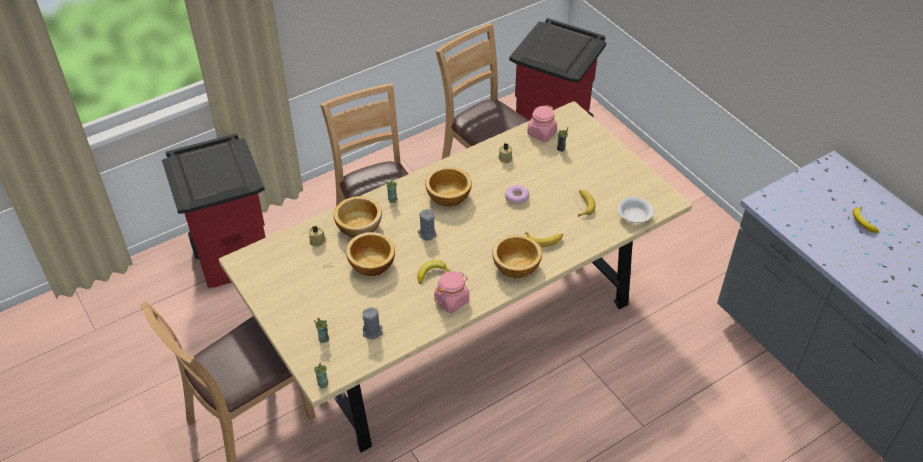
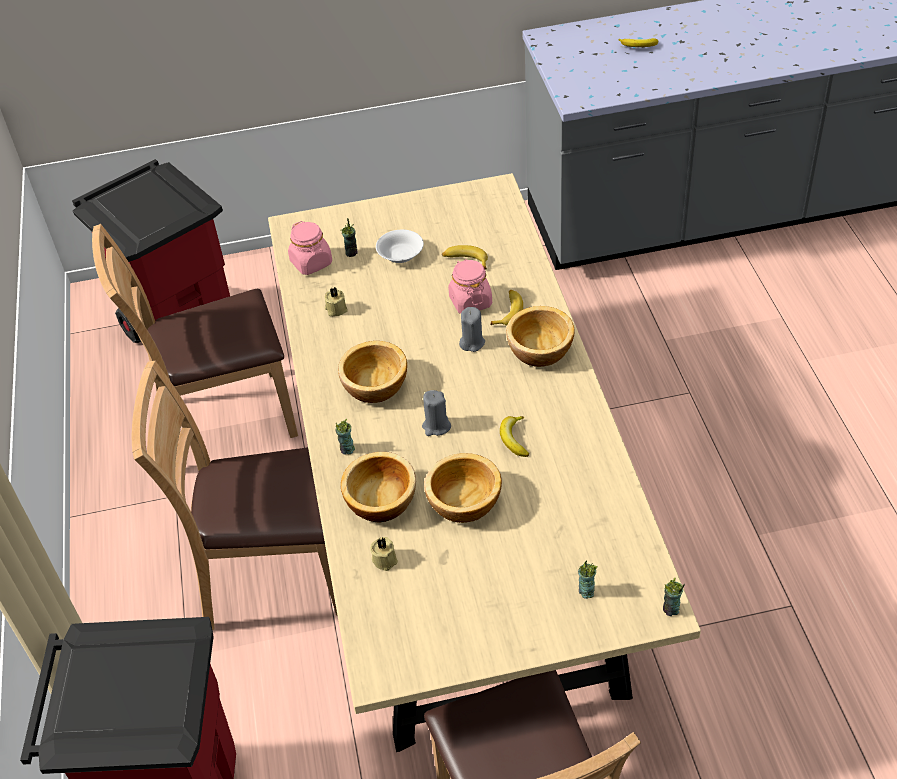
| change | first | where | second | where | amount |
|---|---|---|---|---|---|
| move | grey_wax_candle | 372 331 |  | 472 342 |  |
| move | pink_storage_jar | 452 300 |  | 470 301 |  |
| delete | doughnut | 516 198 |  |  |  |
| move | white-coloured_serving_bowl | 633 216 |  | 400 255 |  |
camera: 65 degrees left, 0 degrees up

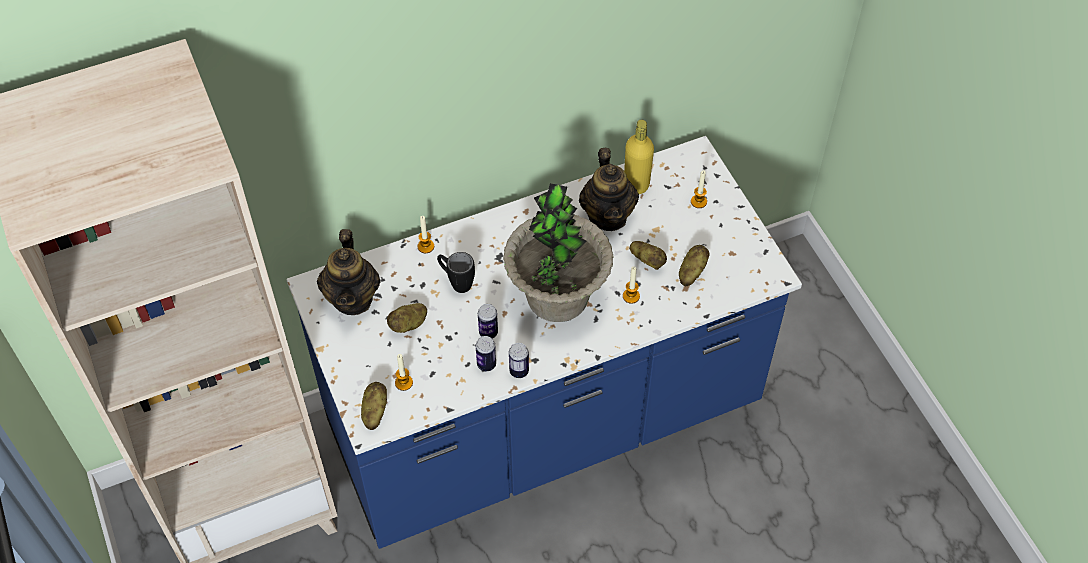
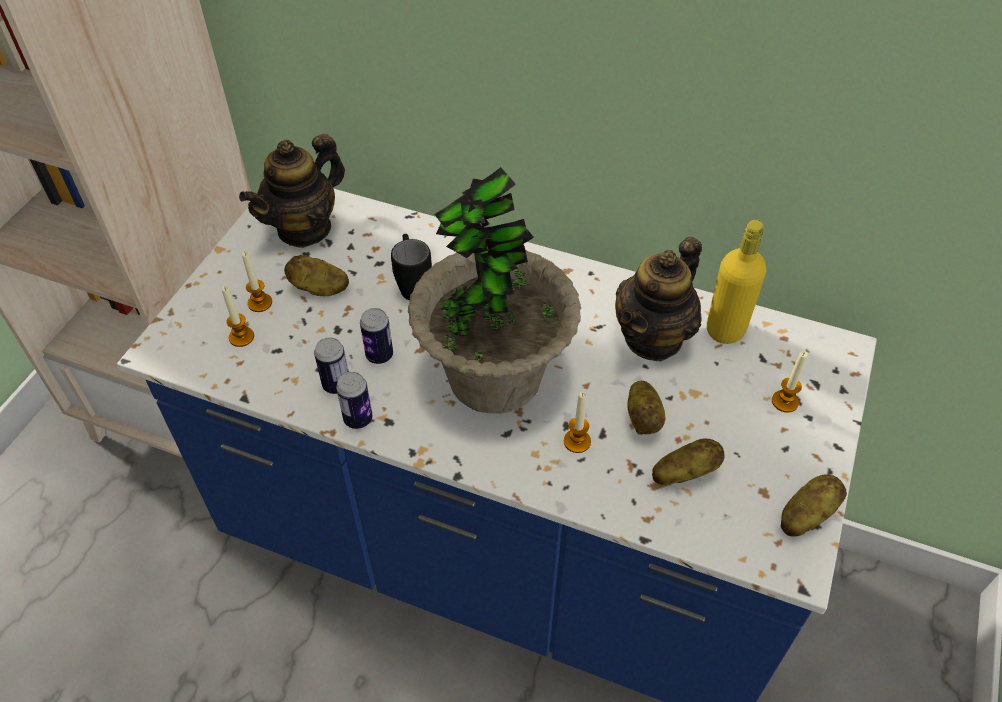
| change | first | where | second | where | amount |
|---|---|---|---|---|---|
| move | whole_potato | 374 411 |  | 805 515 |  |
| move | wax_candle | 426 246 |  | 260 303 |  |
camera: 45 degrees right, 5 degrees down

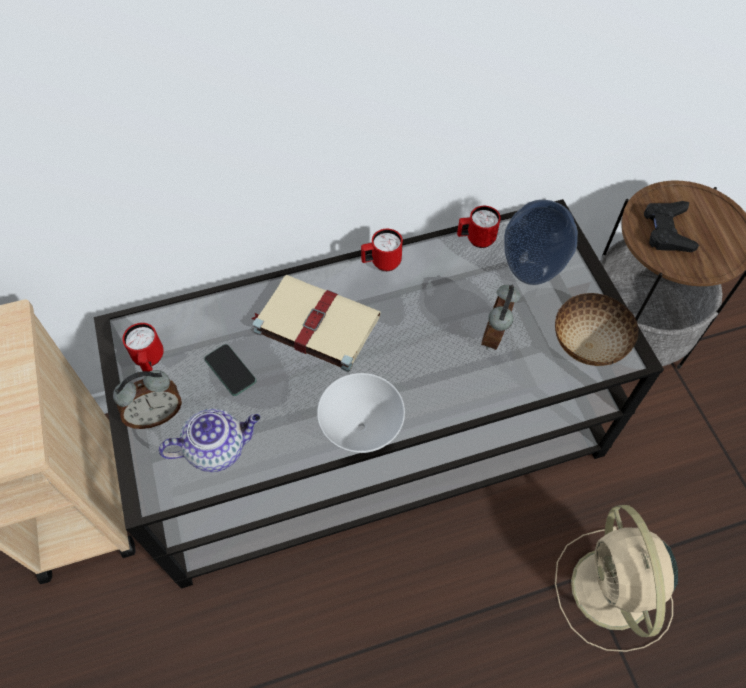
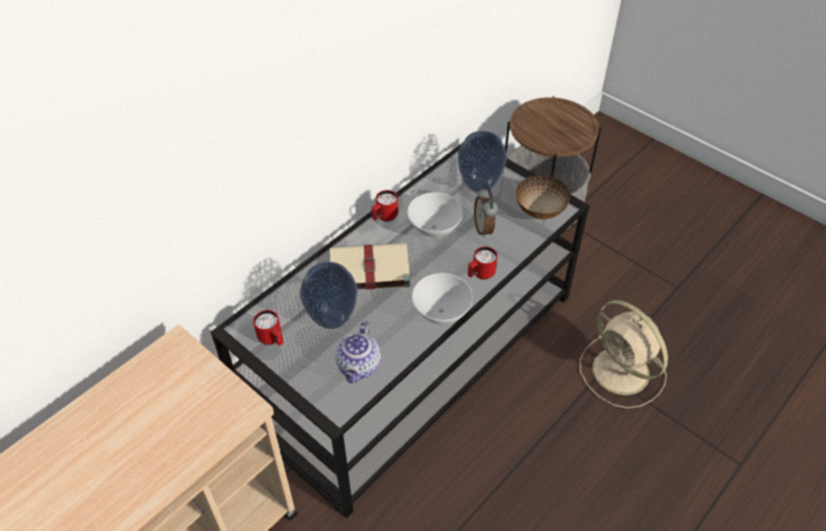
| change | first | where | second | where | amount |
|---|---|---|---|---|---|
| delete | table_clock | 156 415 |  |  |  |
| rotate | teapot | 218 448 |  | 359 367 | 150 degrees clockwise |
| replace | phone | 230 370 | flower_vase | 332 320 |  |
| move | red-coloured_tea_mug | 475 239 |  | 480 274 |  |
| delete | black_game_controller | 667 230 |  |  |  |
| insert |  |  | white-coloured_serving_bowl | 434 230 |  |
camera: 30 degrees left, 10 degrees down

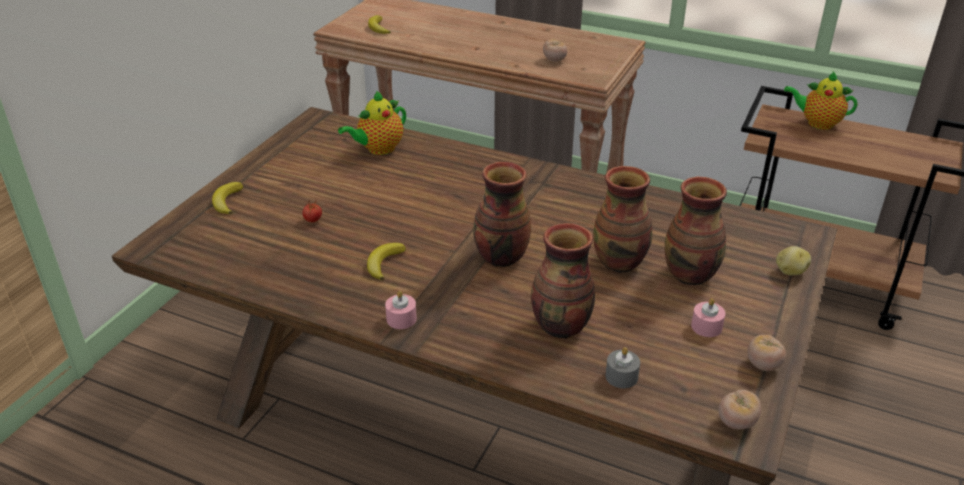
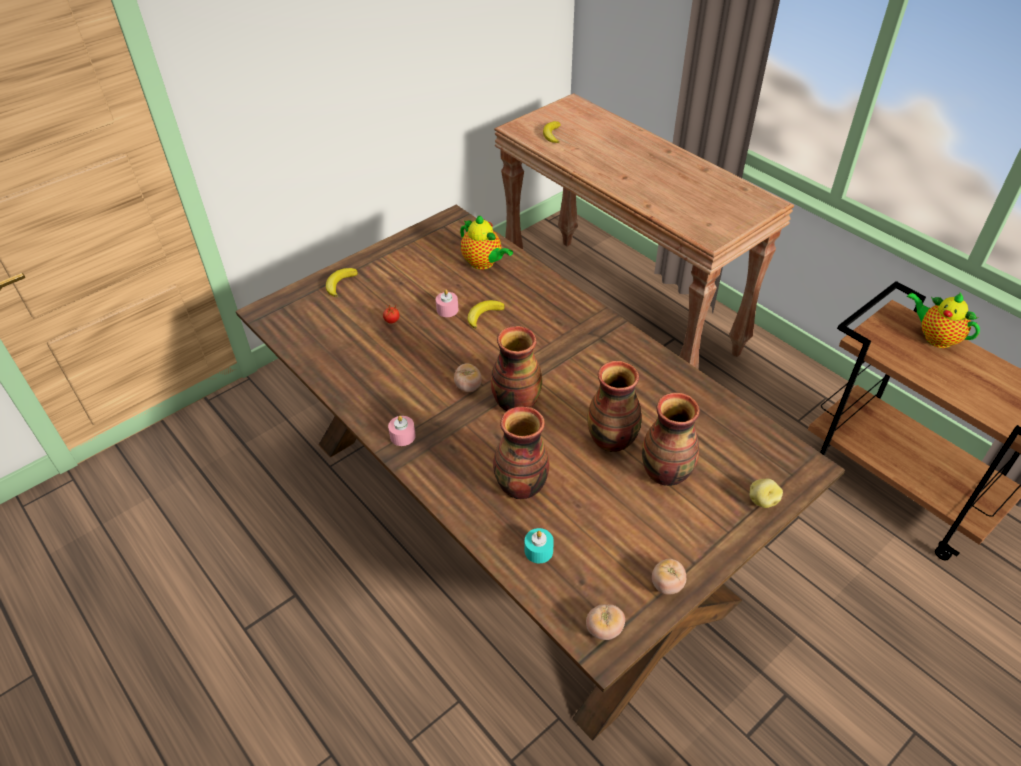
| change | first | where | second | where | amount |
|---|---|---|---|---|---|
| rotate | teapot | 378 149 |  | 484 263 | 120 degrees counterclockwise |
| move | banana | 384 263 |  | 483 315 |  |
| move | tomato | 554 60 |  | 468 387 |  |
| recolor | grey_wax_candle | 621 376 | turquoise_wax_candle | 538 551 |  |
| move | pink_wax_candle | 706 327 |  | 447 310 |  |
camera: 25 degrees right, 10 degrees up

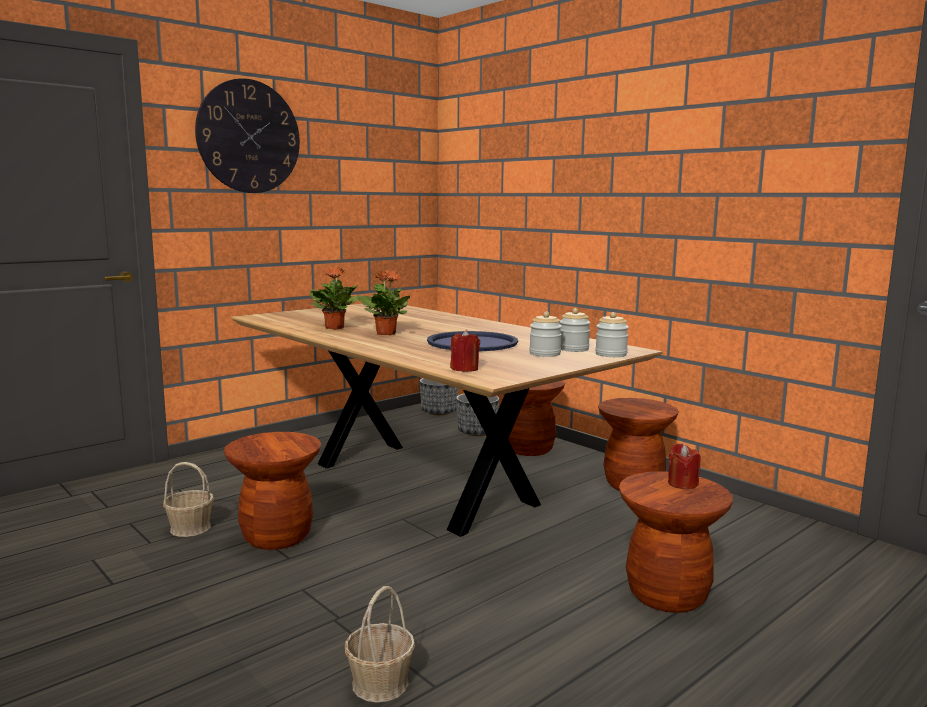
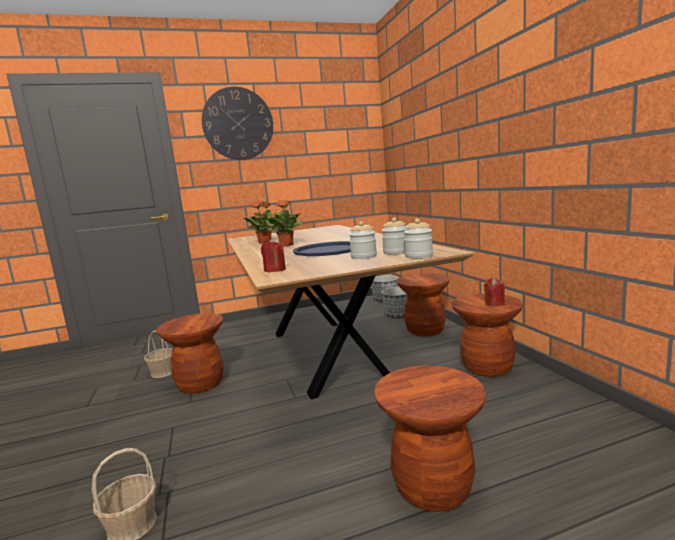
| change | first | where | second | where | amount |
|---|---|---|---|---|---|
| move | red-coloured_wax_candle | 682 484 |  | 494 304 |  |
camera: 25 degrees right, 0 degrees up

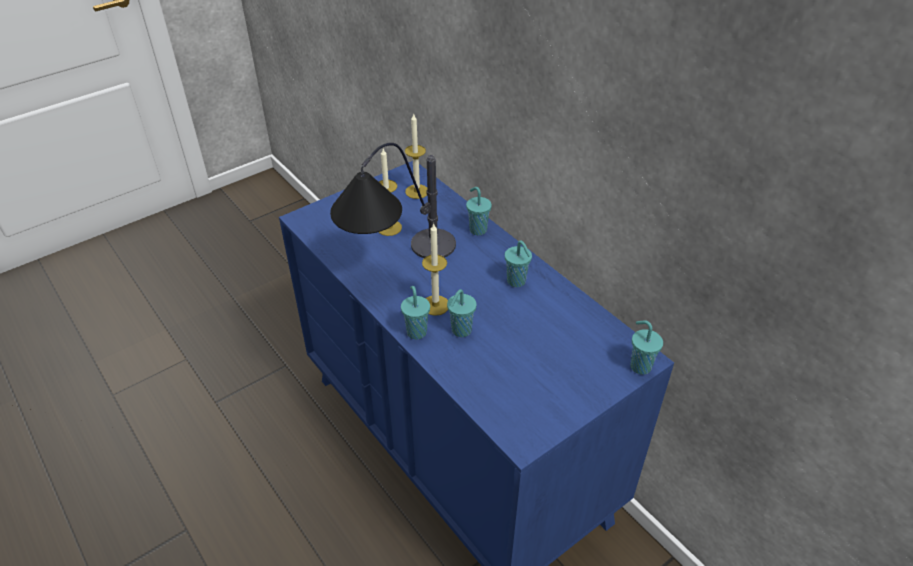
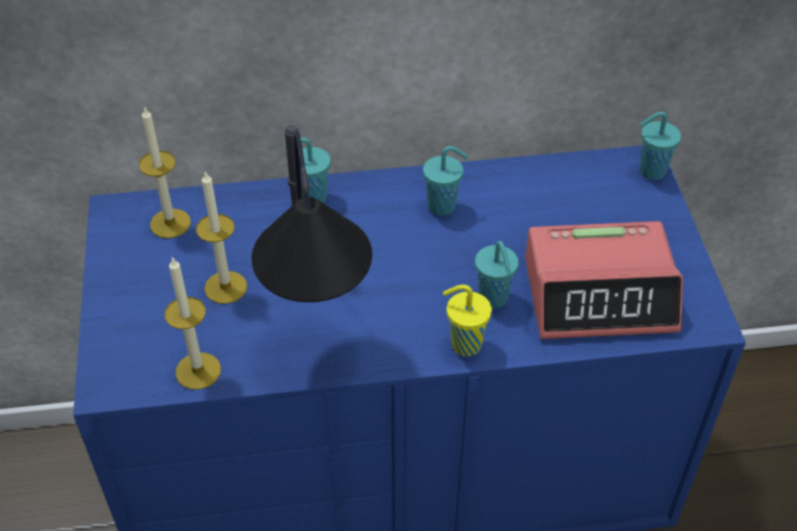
| change | first | where | second | where | amount |
|---|---|---|---|---|---|
| recolor | turquoise_drinking_cup | 416 331 | yellow-coloured_drinking_cup | 464 344 |  |
| move | wax_candle | 435 305 |  | 198 371 |  |
| insert |  |  | table_clock | 600 294 |  |
camera: 60 degrees left, 5 degrees up

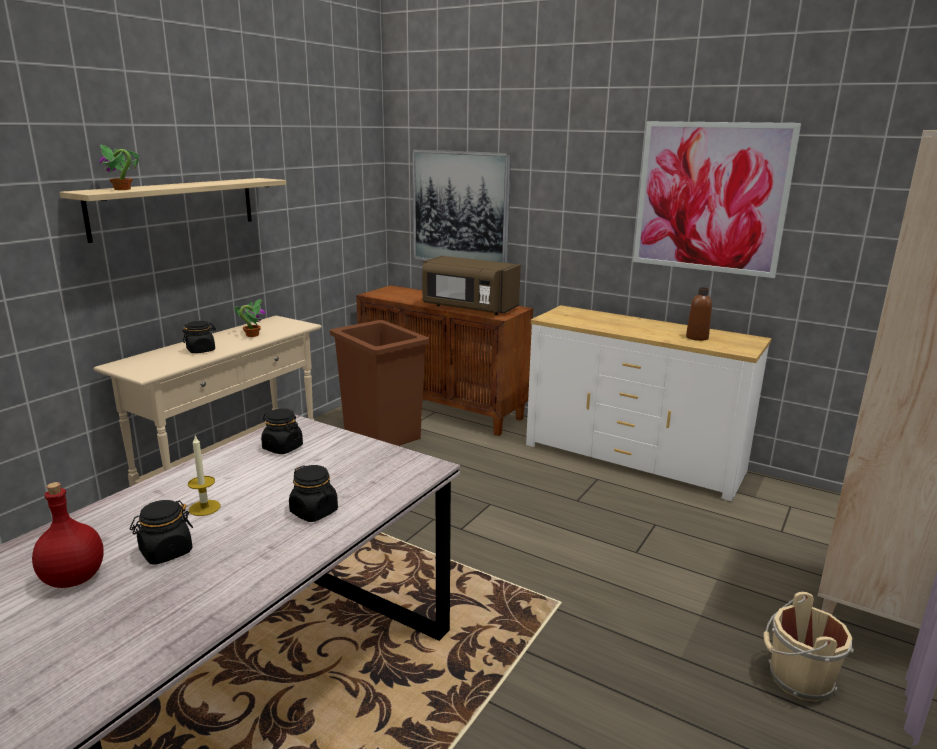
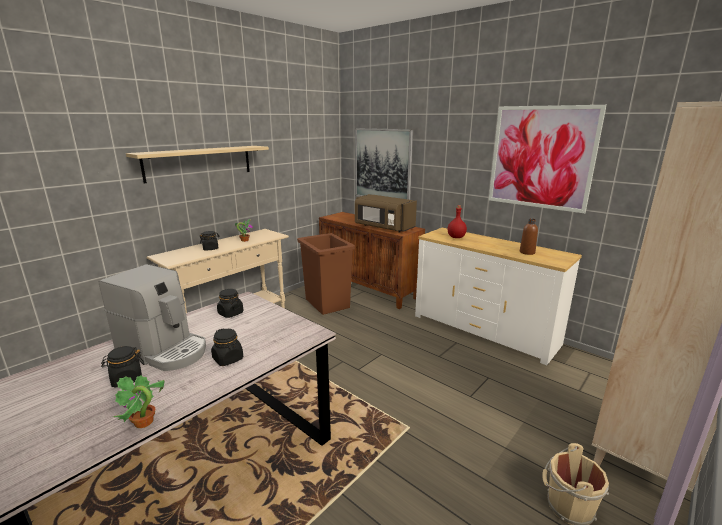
| change | first | where | second | where | amount |
|---|---|---|---|---|---|
| move | red-coloured_drink_bottle | 73 579 |  | 456 237 |  |
| move | potted_plant | 122 189 |  | 143 422 |  |
| replace | wax_candle | 204 508 | coffee_machine | 164 350 |  |
camera: 10 degrees right, 0 degrees up

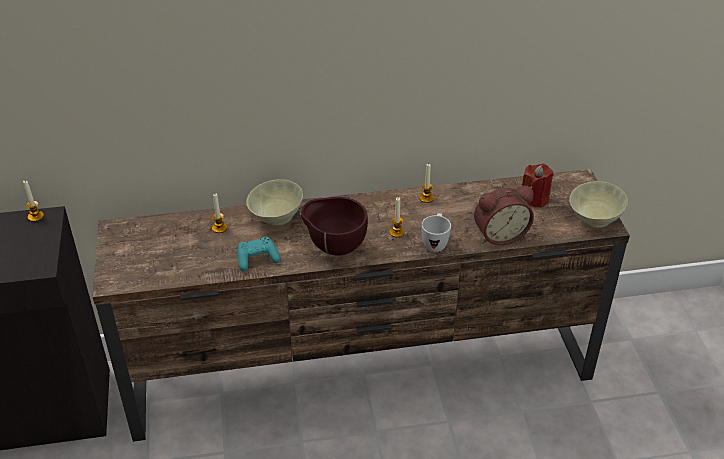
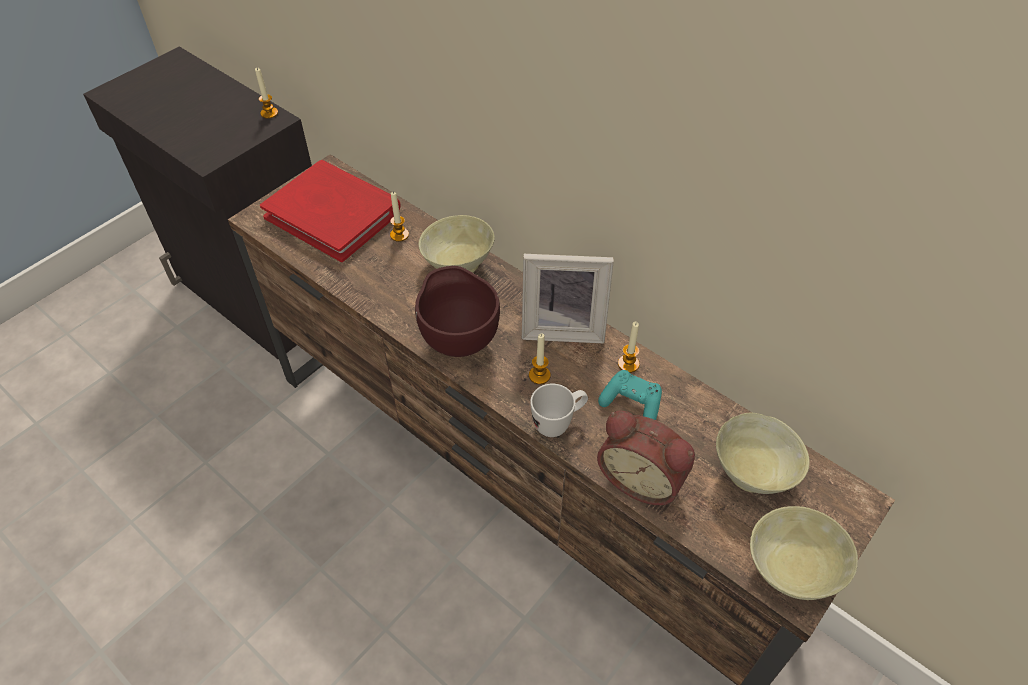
| change | first | where | second | where | amount |
|---|---|---|---|---|---|
| move | turquoise_game_controller | 257 259 |  | 631 403 |  |
| replace | red-coloured_wax_candle | 534 199 | beige_serving_bowl | 753 473 |  |
| insert |  |  | red-coloured_book | 333 214 |  |
| insert |  |  | photo_frame | 563 327 |  |
camera: 50 degrees right, 10 degrees up

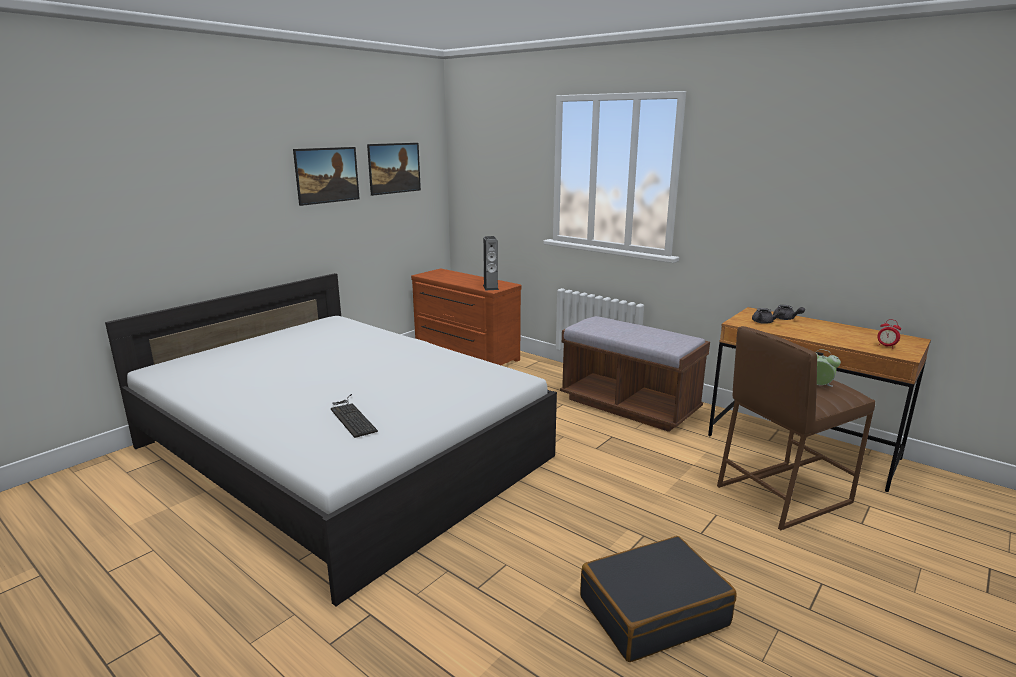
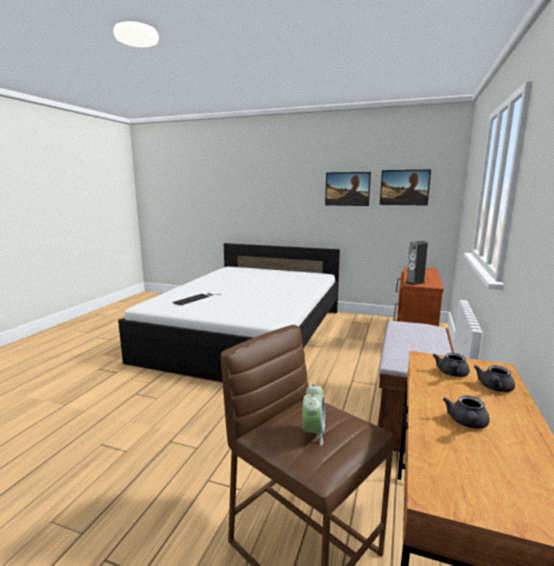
| change | first | where | second | where | amount |
|---|---|---|---|---|---|
| delete | black_piece_of_luggage | 653 611 |  |  |  |
| delete | table_clock | 886 346 |  |  |  |
| insert |  |  | grey_teapot | 467 423 |  |
camera: 70 degrees right, 5 degrees down

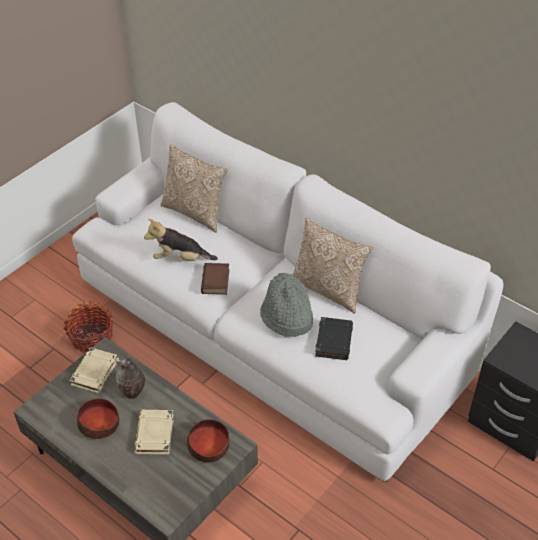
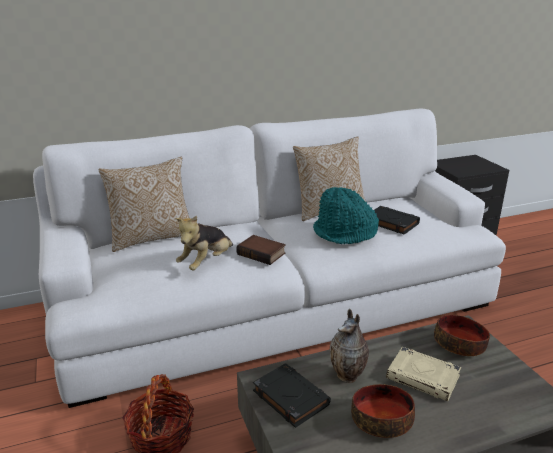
| change | first | where | second | where | amount |
|---|---|---|---|---|---|
| recolor | beige_book | 95 372 | black_book | 289 397 |  |
| recolor | grey_wearable_hat | 286 317 | turquoise_wearable_hat | 344 234 |  |
camera: 60 degrees left, 20 degrees down

